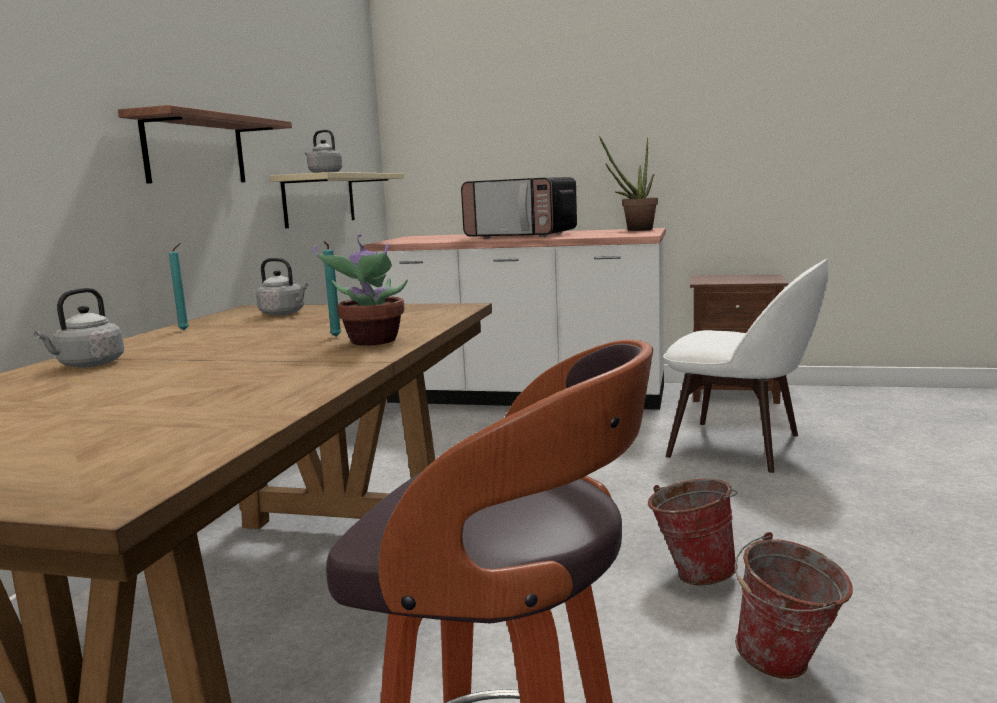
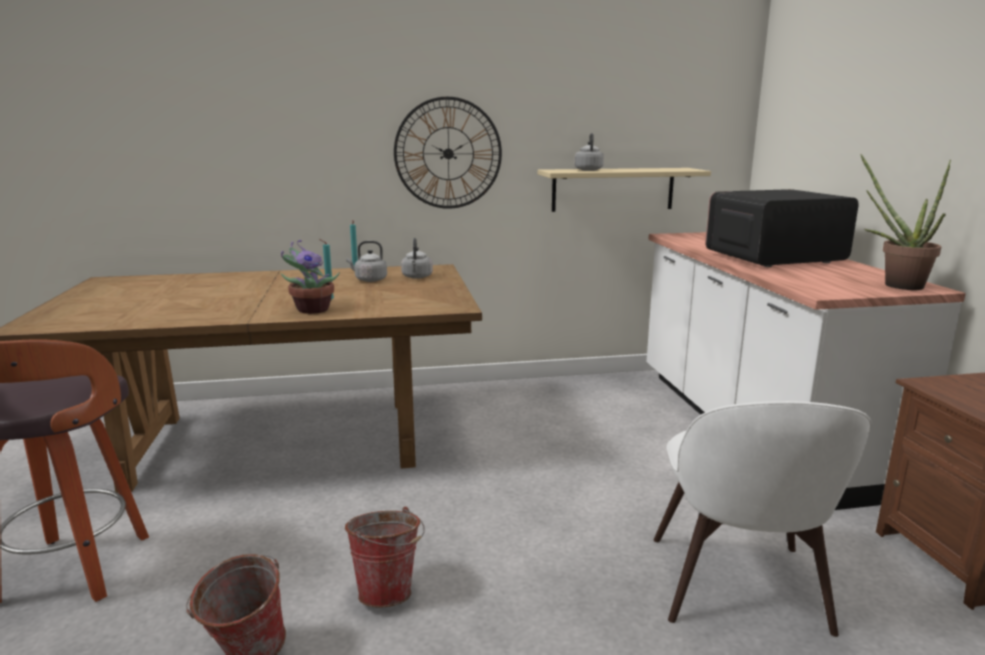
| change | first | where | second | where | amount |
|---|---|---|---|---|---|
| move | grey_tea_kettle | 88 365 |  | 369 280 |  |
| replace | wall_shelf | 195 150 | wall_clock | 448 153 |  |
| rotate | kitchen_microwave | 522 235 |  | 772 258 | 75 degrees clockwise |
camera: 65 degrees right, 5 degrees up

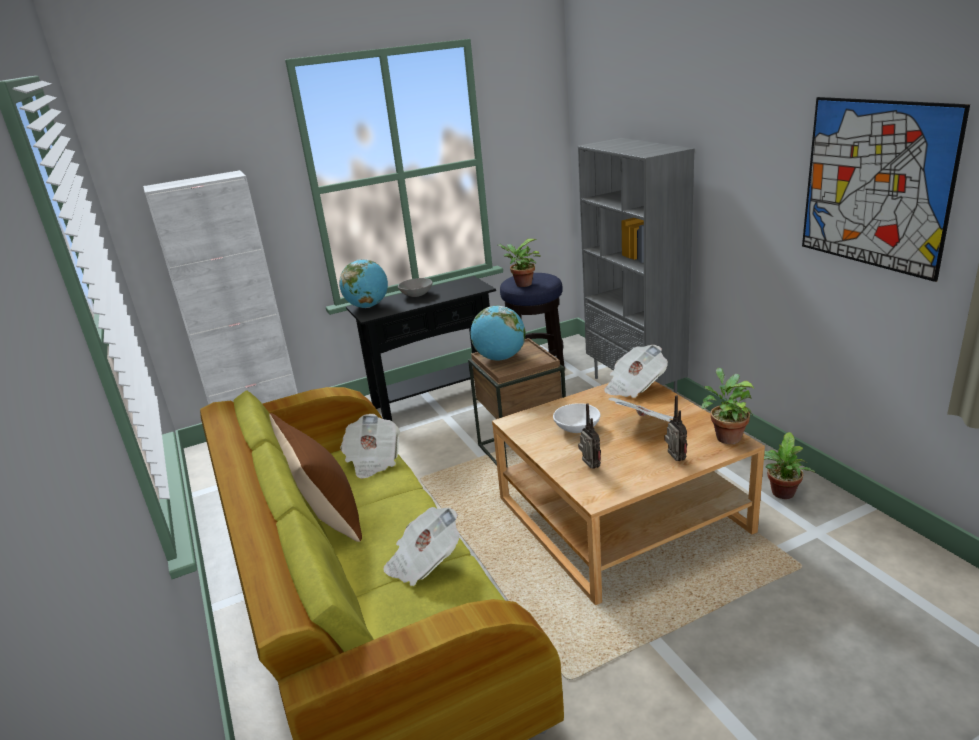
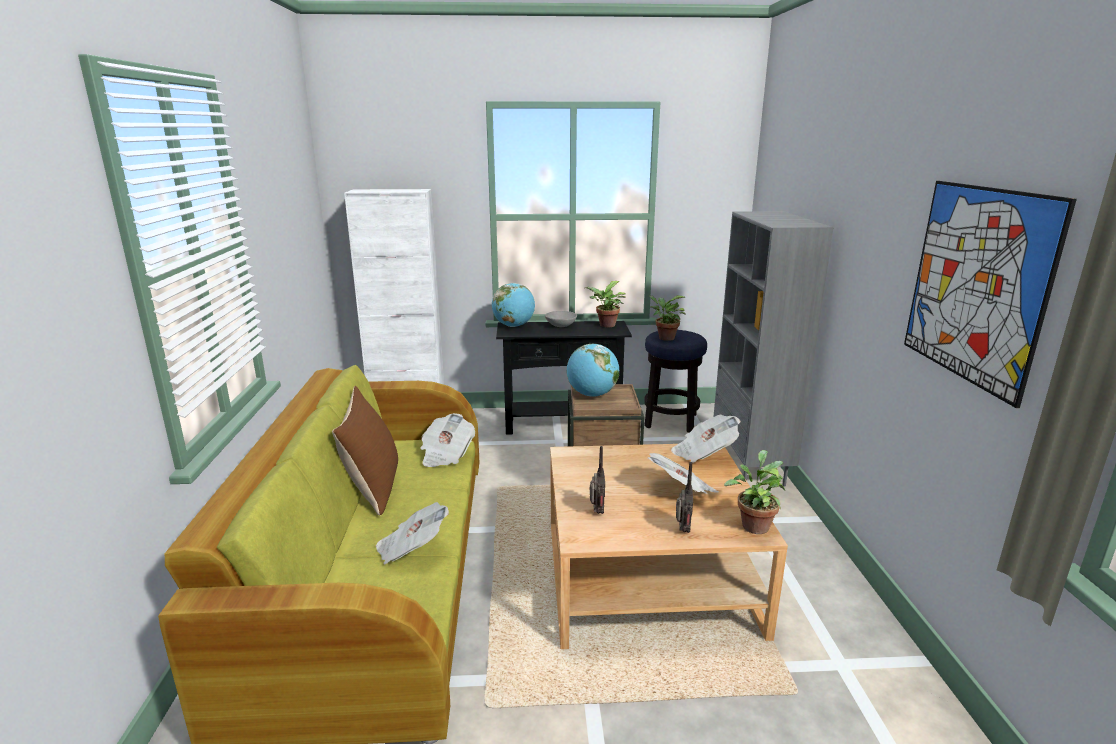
| change | first | where | second | where | amount |
|---|---|---|---|---|---|
| delete | white-coloured_serving_bowl | 577 428 |  |  |  |
| move | potted_plant | 782 494 |  | 605 325 |  |
camera: 20 degrees right, 5 degrees down

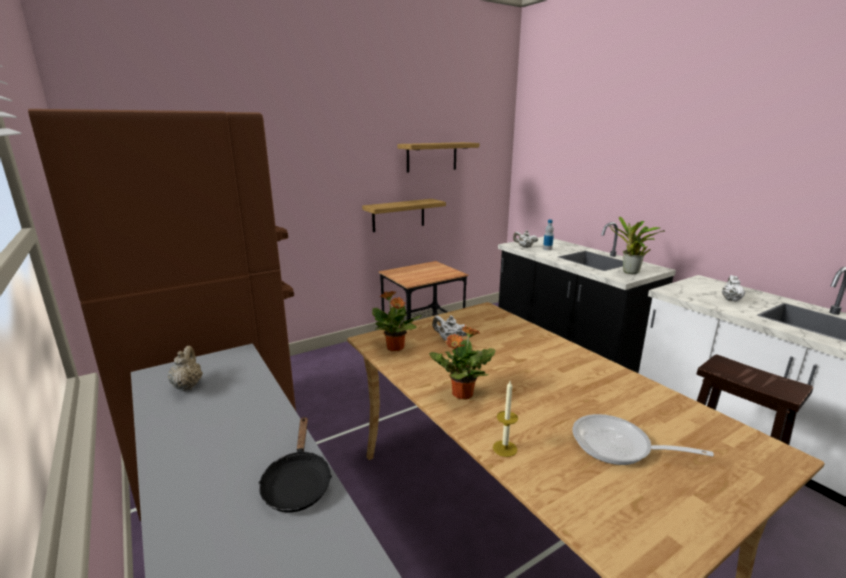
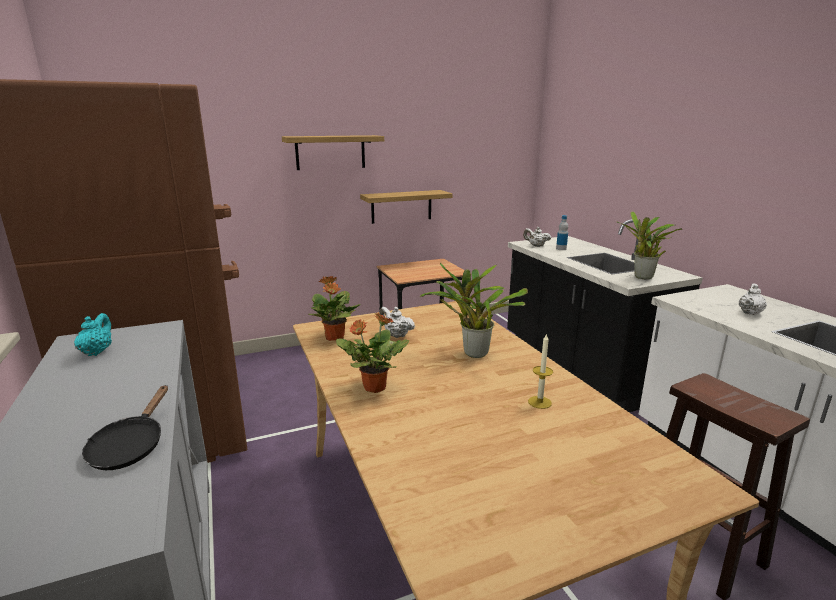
| change | first | where | second | where | amount |
|---|---|---|---|---|---|
| recolor | beige_teapot | 188 385 | turquoise_teapot | 97 352 |  |
| move | wall_shelf | 432 157 |  | 330 152 |  |
| move | wax_candle | 505 448 |  | 539 402 |  |
| delete | frying_pan | 618 446 |  |  |  |
| insert |  |  | potted_plant | 472 352 |  |
camera: 10 degrees right, 0 degrees up

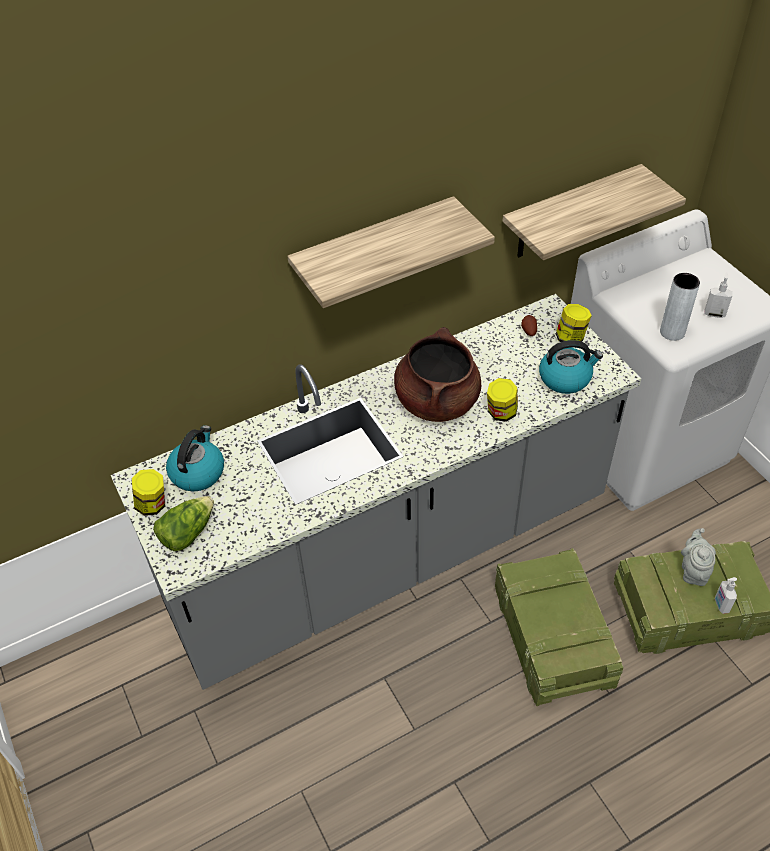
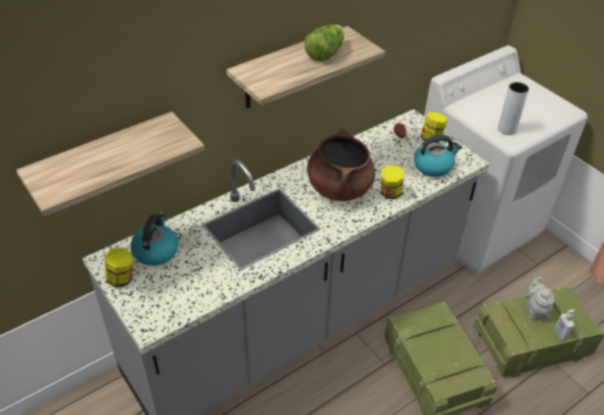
| change | first | where | second | where | amount |
|---|---|---|---|---|---|
| move | lettuce_head | 187 532 |  | 325 53 |  |
| move | wall_shelf | 570 213 |  | 103 161 |  |
| delete | liquid_soap_bottle | 714 313 |  |  |  |
camera: 10 degrees left, 5 degrees down

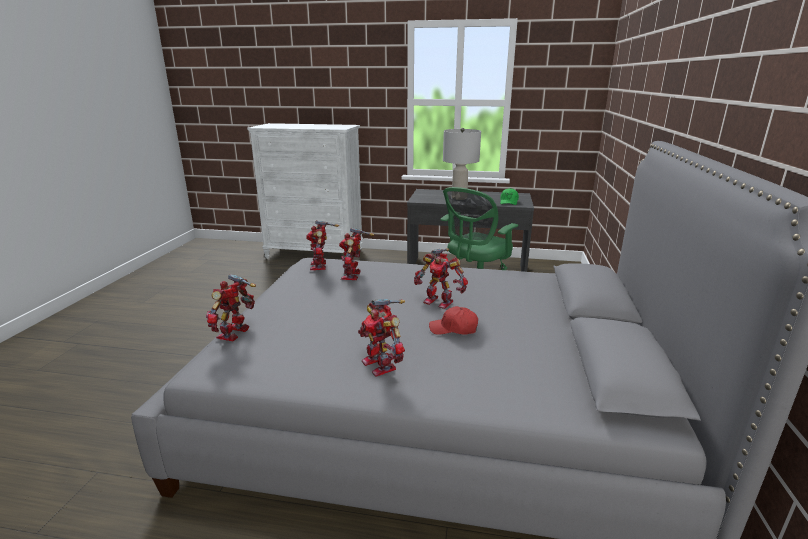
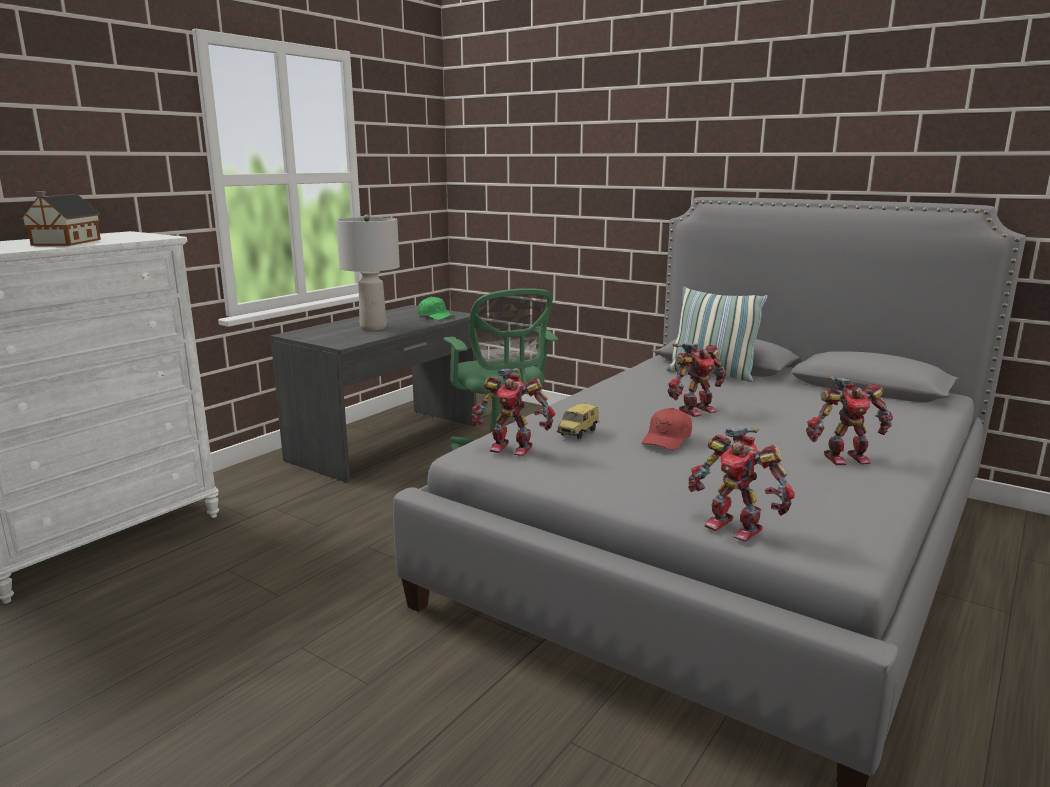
| change | first | where | second | where | amount |
|---|---|---|---|---|---|
| replace | robot_figure | 353 275 | miniature_car | 578 433 |  |
| move | red-coloured_baseball_cap | 453 329 |  | 667 439 |  |
| insert |  |  | toy_house | 64 242 |  |
| insert |  |  | cushion | 711 374 |  |
camera: 65 degrees left, 5 degrees down

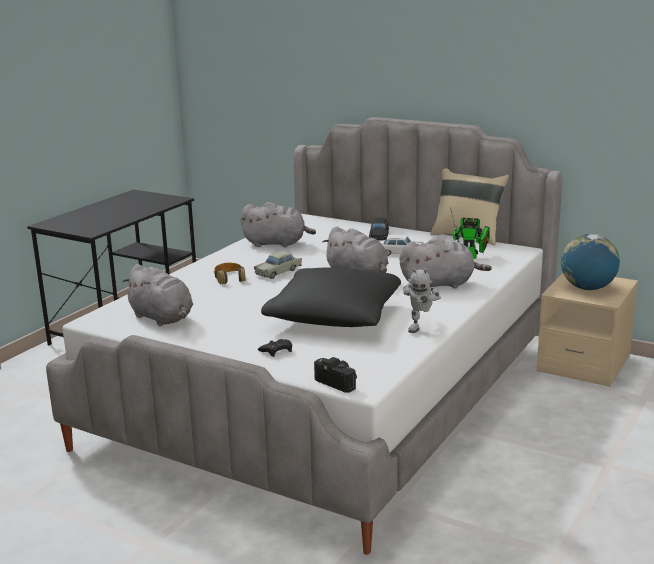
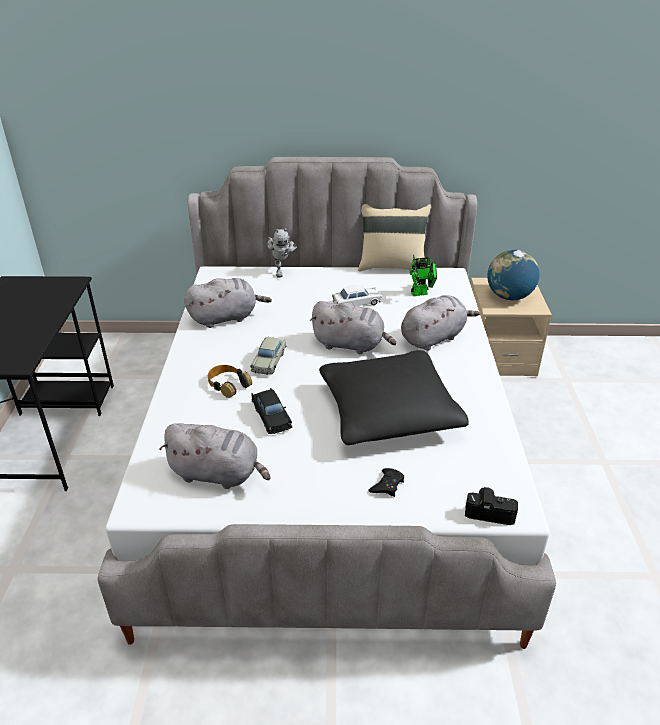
| change | first | where | second | where | amount |
|---|---|---|---|---|---|
| move | black_miniature_car | 379 237 |  | 271 416 |  |
| move | robot_figure | 420 327 |  | 281 271 |  |
camera: 30 degrees left, 15 degrees up

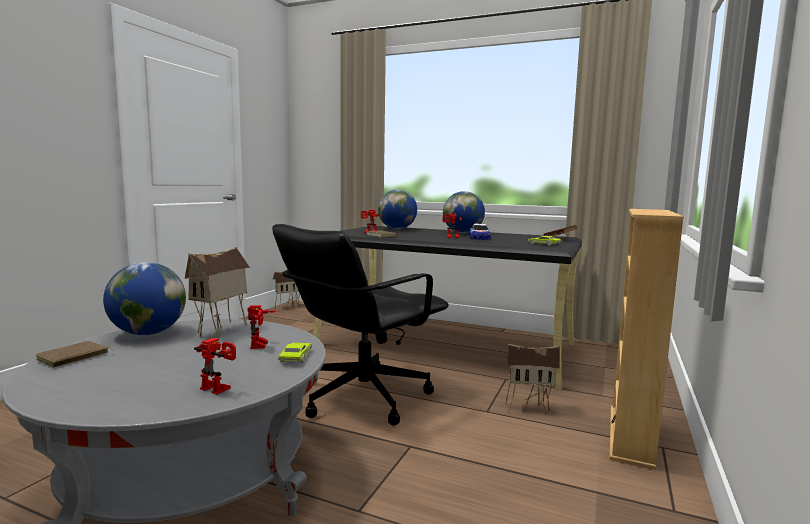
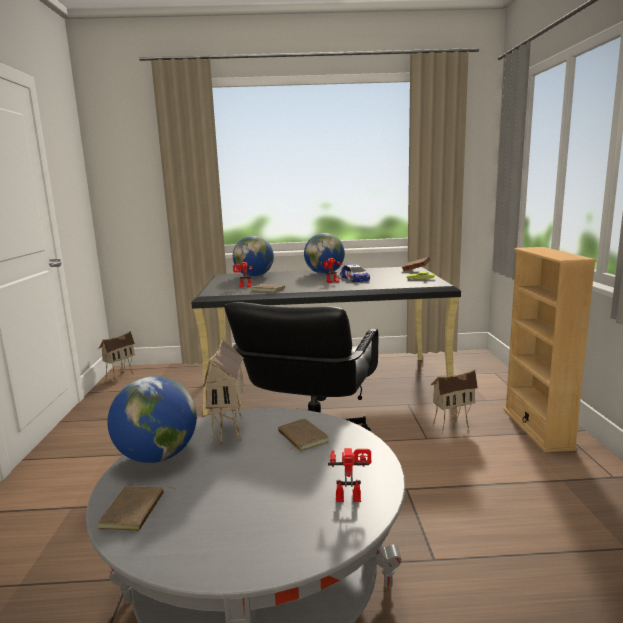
| change | first | where | second | where | amount |
|---|---|---|---|---|---|
| replace | robot_figure | 262 345 | brown-coloured_book | 301 438 |  |
| delete | green-coloured_miniature_car | 296 357 |  |  |  |
camera: 25 degrees left, 5 degrees up

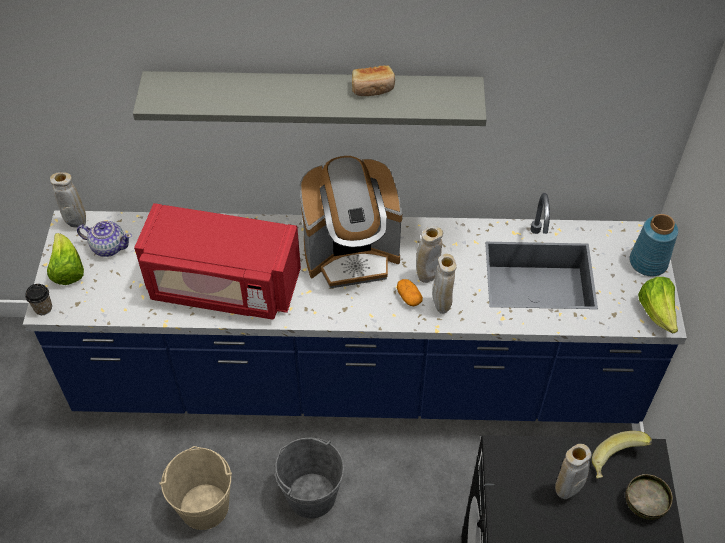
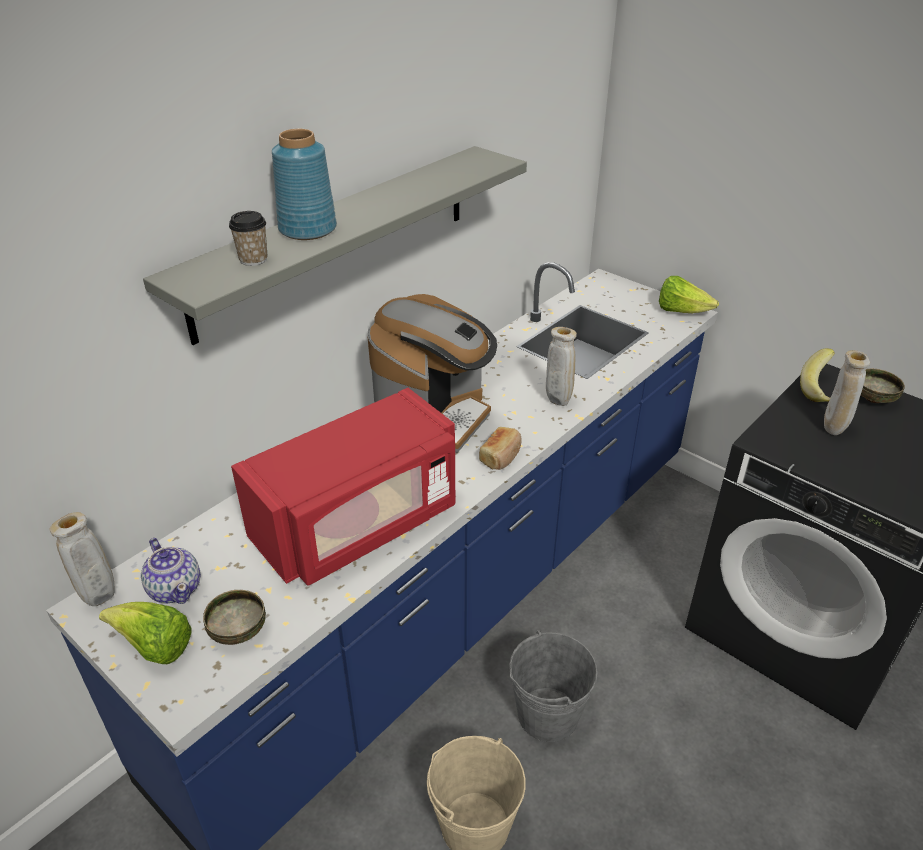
| change | first | where | second | where | amount |
|---|---|---|---|---|---|
| move | drinking_cup | 43 308 |  | 253 259 |  |
| rotate | teapot | 108 246 |  | 175 588 | 90 degrees clockwise |
| move | baked_bread | 372 88 |  | 501 456 |  |
| delete | whole_potato | 409 297 |  |  |  |
| delete | beige_flower_vase | 426 277 |  |  |  |
| move | blue-coloured_flower_vase | 648 263 |  | 308 229 |  |
| insert |  |  | serving_bowl | 237 631 |  |
camera: 50 degrees left, 15 degrees down

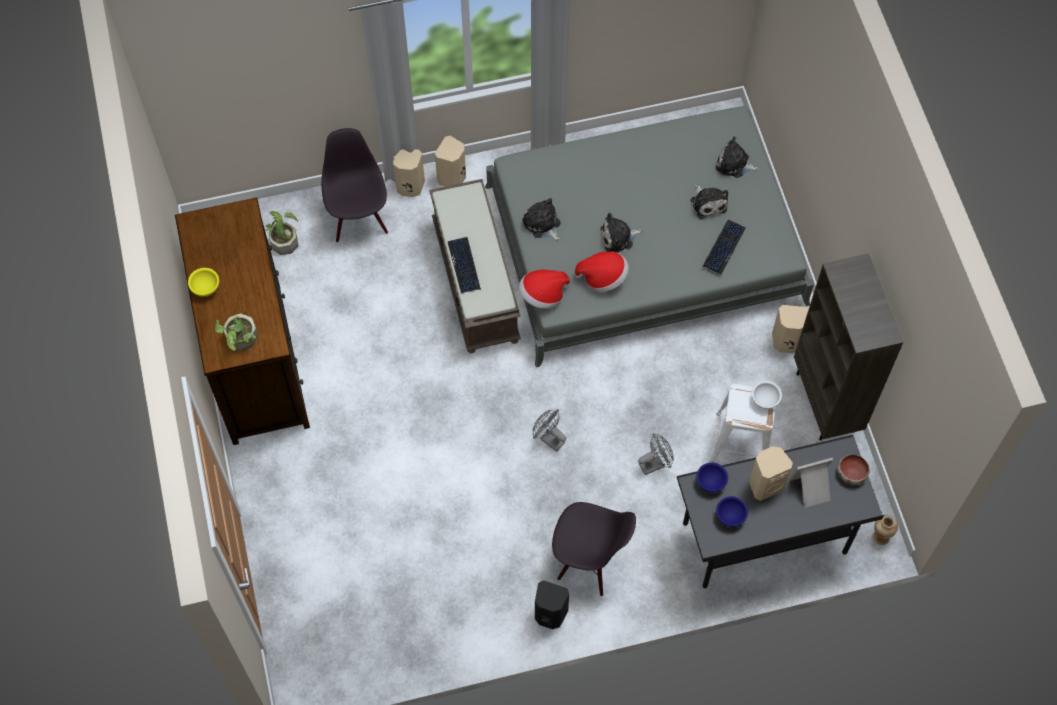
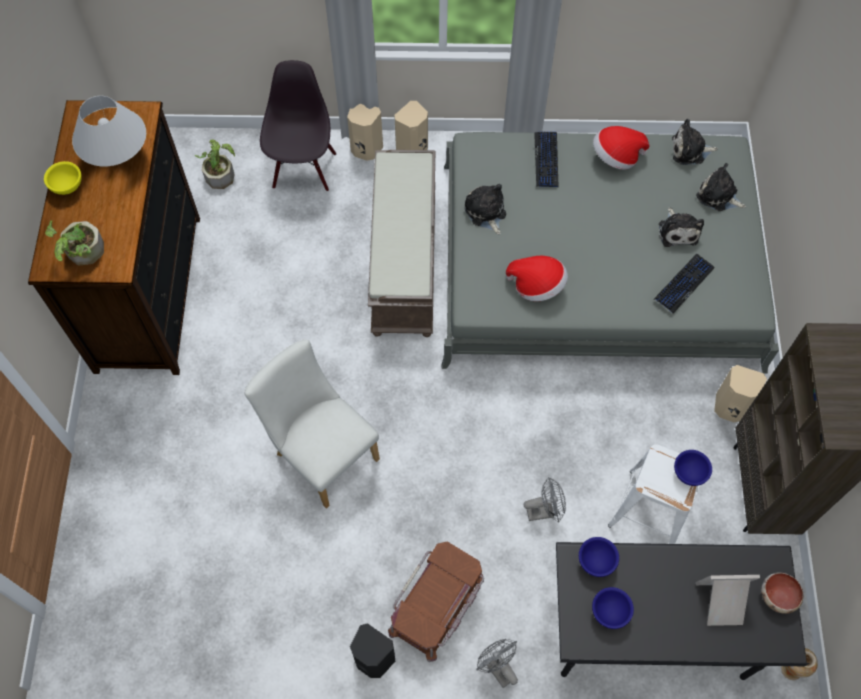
| change | first | where | second | where | amount |
|---|---|---|---|---|---|
| move | computer_keyboard | 464 265 |  | 546 160 |  |
| move | wearable_hat | 543 295 |  | 616 157 |  |
| move | grey_cooling_fan | 549 439 |  | 497 667 |  |
| replace | black_plain_chair | 589 560 | brown-coloured_storage_container | 437 606 |  |
| move | cuddly_toy | 619 237 |  | 690 150 |  |
| delete | beige_loudspeaker | 765 484 |  |  |  |
| recolor | white-coloured_serving_bowl | 764 400 | blue-coloured_serving_bowl | 688 473 |  |
| insert |  |  | white-coloured_lamp_for_a_table | 117 155 |  |
| insert |  |  | white-coloured_plain_chair | 321 452 |  |
camera: 15 degrees right, 0 degrees up

